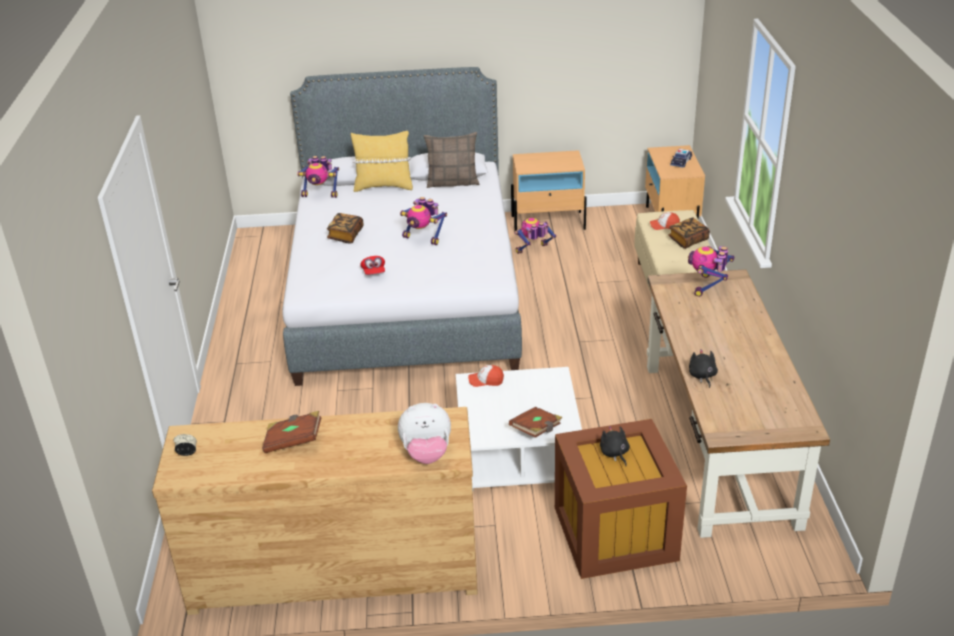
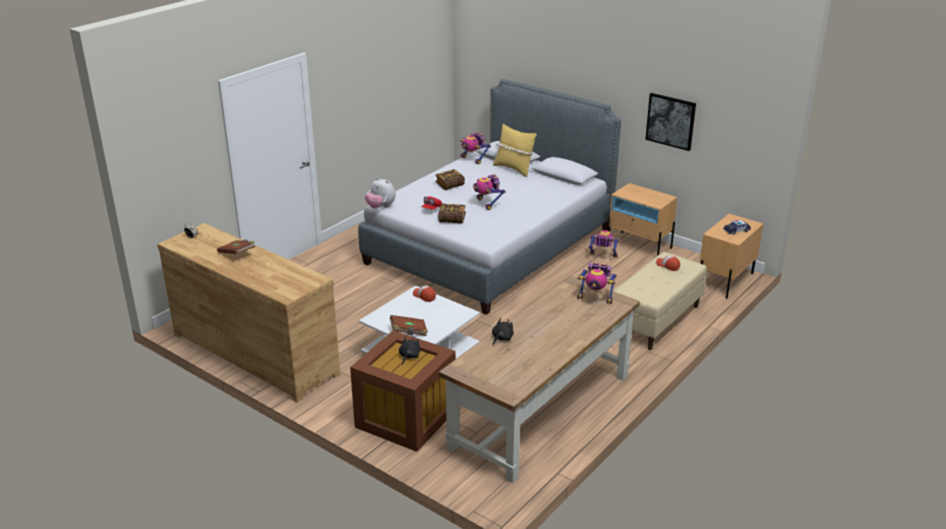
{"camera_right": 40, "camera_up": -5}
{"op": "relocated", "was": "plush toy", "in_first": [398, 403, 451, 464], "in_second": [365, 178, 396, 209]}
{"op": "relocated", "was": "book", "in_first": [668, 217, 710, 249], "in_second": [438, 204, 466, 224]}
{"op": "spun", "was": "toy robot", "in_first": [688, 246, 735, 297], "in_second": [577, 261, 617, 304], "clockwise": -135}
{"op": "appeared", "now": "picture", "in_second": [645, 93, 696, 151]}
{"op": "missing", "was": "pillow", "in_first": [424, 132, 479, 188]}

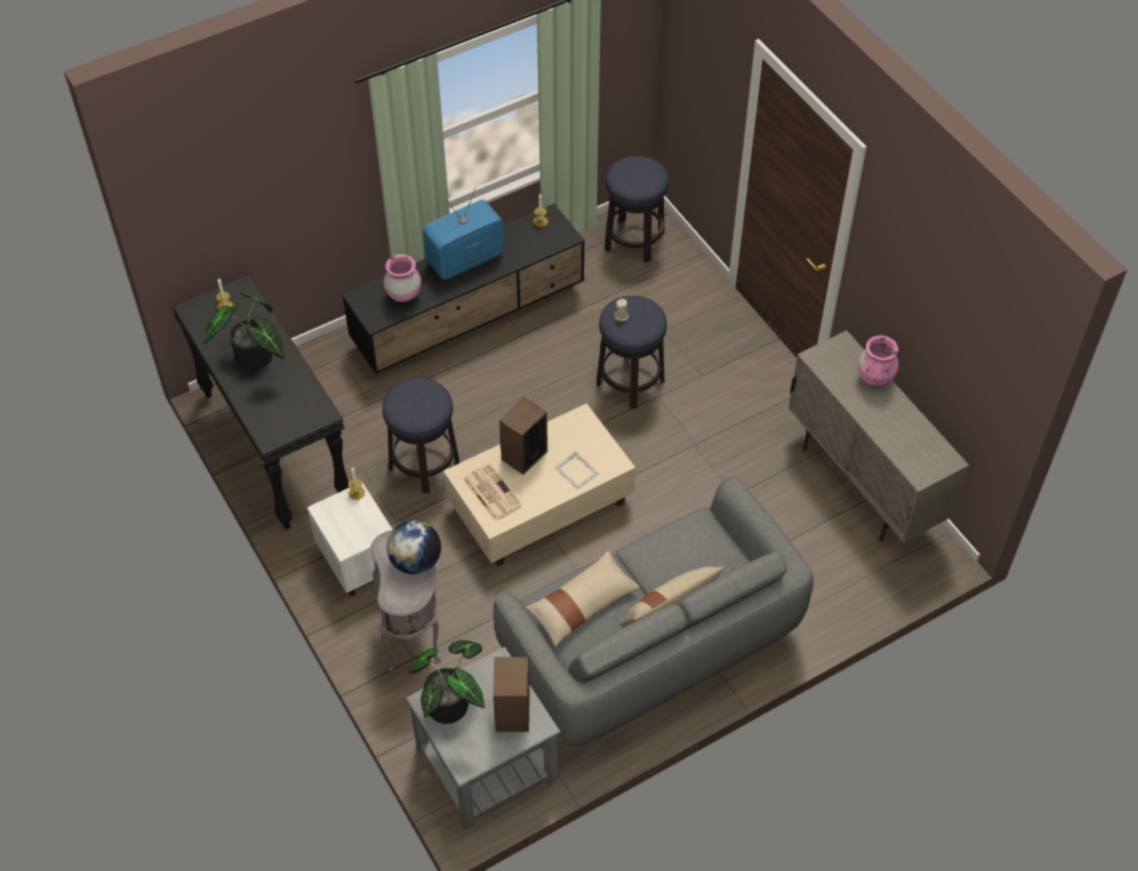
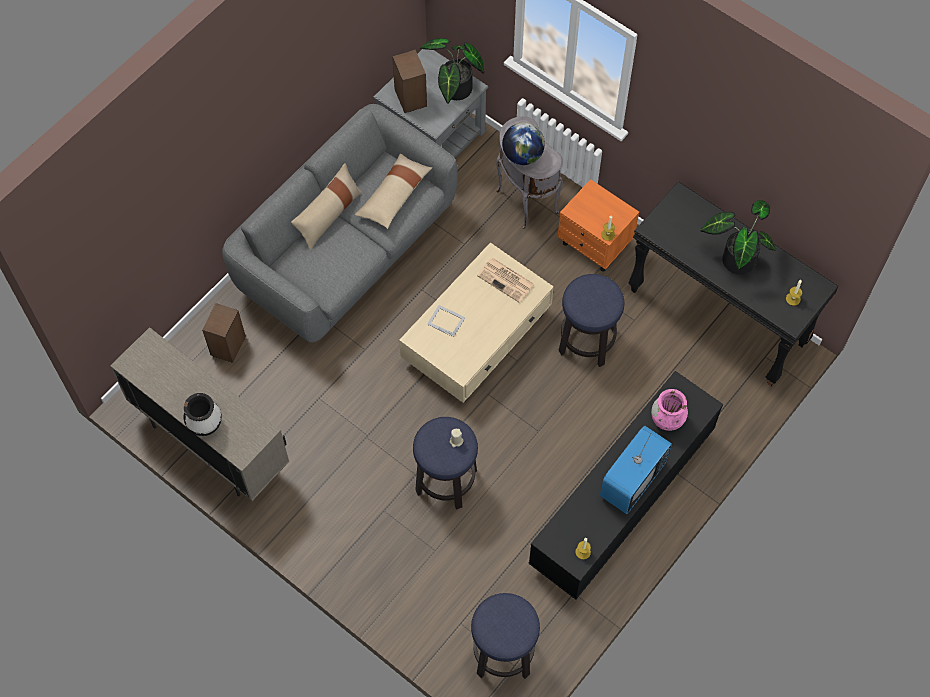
{"camera_right": 160, "camera_up": 10}
{"op": "colour", "was": "vase/pink", "now": "vase/black", "in_first": [858, 335, 899, 387], "in_second": [184, 393, 221, 436]}
{"op": "relocated", "was": "speaker", "in_first": [499, 397, 548, 475], "in_second": [202, 303, 246, 363]}
{"op": "colour", "was": "nightstand/white", "now": "nightstand/orange", "in_first": [307, 482, 393, 596], "in_second": [557, 179, 639, 272]}

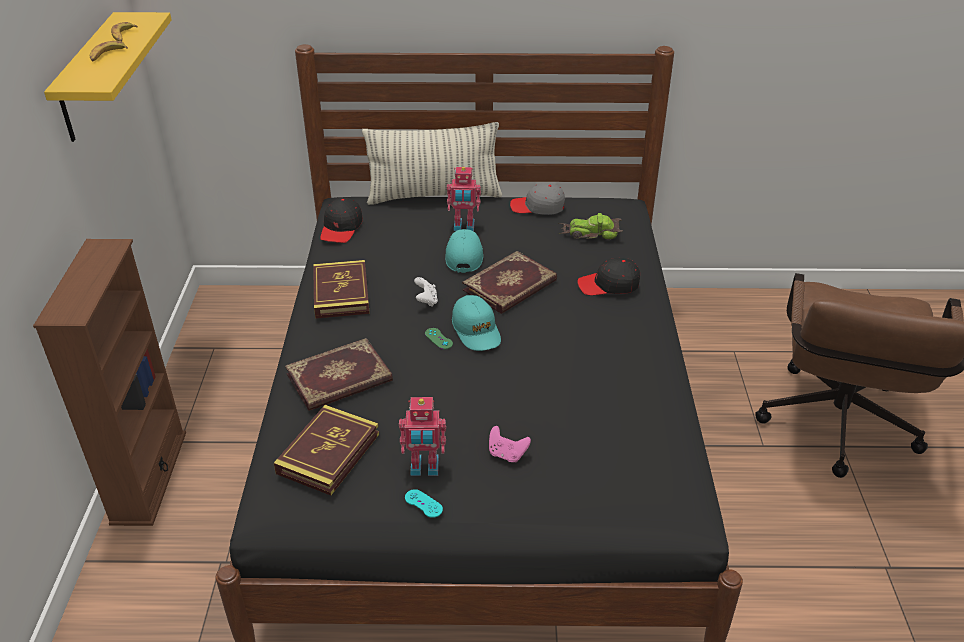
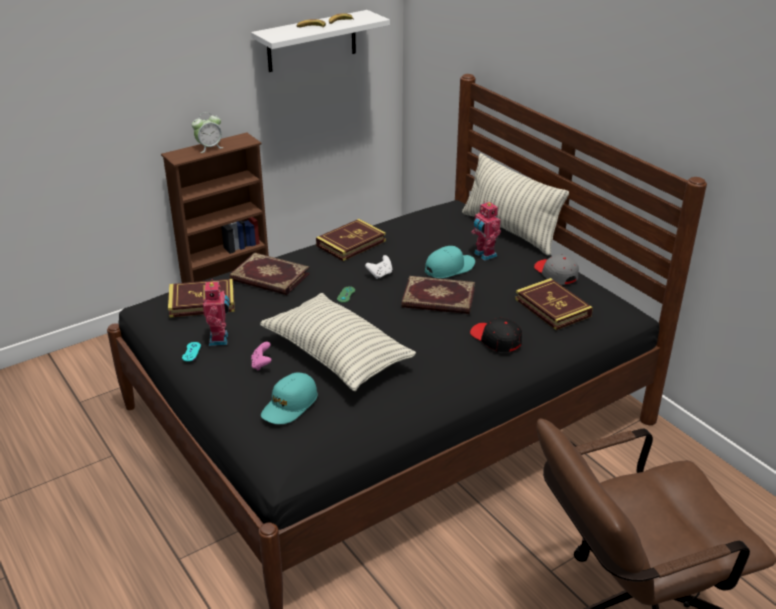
{"camera_right": 55, "camera_up": -5}
{"op": "appeared", "now": "alarm clock", "in_second": [192, 112, 224, 153]}
{"op": "spun", "was": "toy robot", "in_first": [399, 397, 446, 476], "in_second": [203, 279, 230, 346], "clockwise": -150}
{"op": "colour", "was": "shelf/yellow", "now": "shelf/white", "in_first": [44, 12, 172, 142], "in_second": [251, 10, 390, 72]}
{"op": "appeared", "now": "pillow", "in_second": [260, 293, 416, 391]}
{"op": "relocated", "was": "cap/turquoise", "in_first": [452, 295, 501, 351], "in_second": [261, 373, 317, 424]}
{"op": "exchanged", "was": "toy car", "now": "book", "in_first": [558, 213, 623, 240], "in_second": [515, 278, 593, 330]}
{"op": "missing", "was": "cap/black", "in_first": [320, 197, 363, 243]}

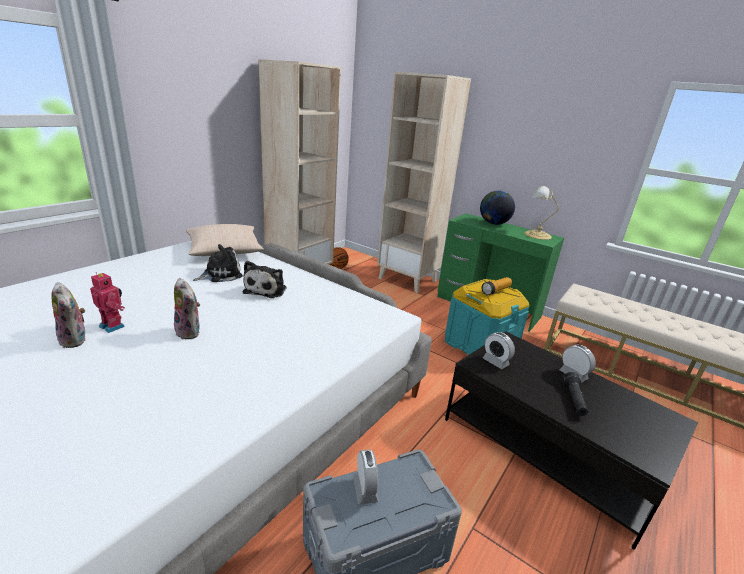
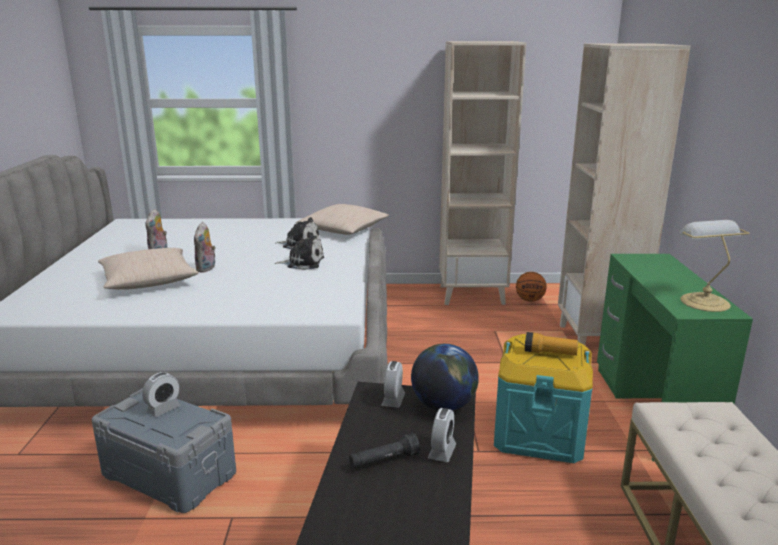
{"camera_right": 55, "camera_up": -5}
{"op": "appeared", "now": "pillow/beige", "in_second": [98, 248, 199, 290]}
{"op": "spun", "was": "plush toy", "in_first": [243, 261, 286, 298], "in_second": [275, 233, 324, 270], "clockwise": -150}
{"op": "relocated", "was": "globe", "in_first": [480, 191, 515, 225], "in_second": [411, 344, 479, 411]}
{"op": "missing", "was": "toy robot", "in_first": [90, 272, 125, 333]}

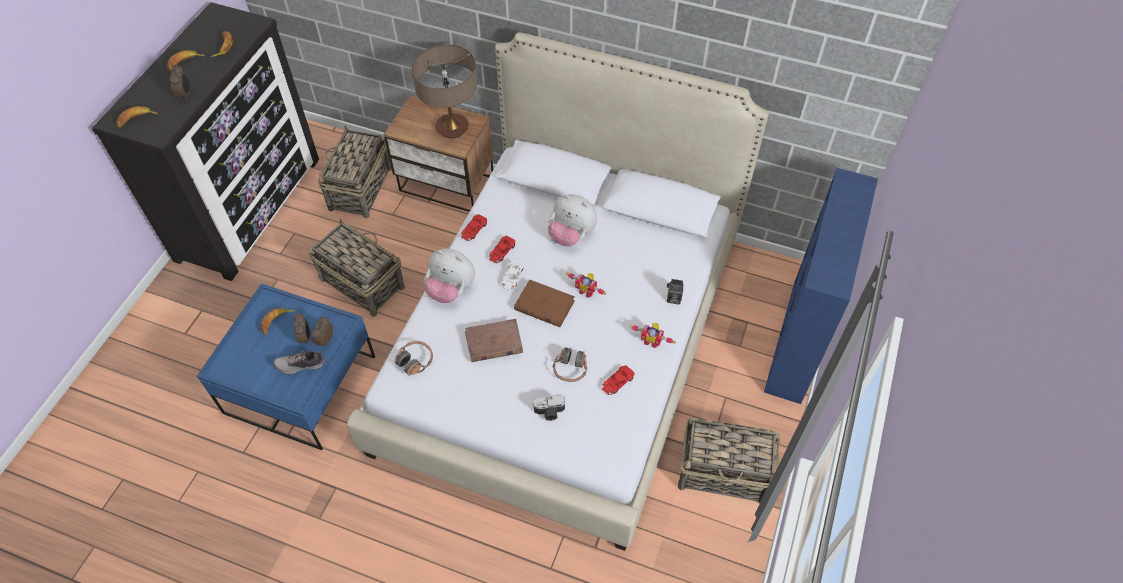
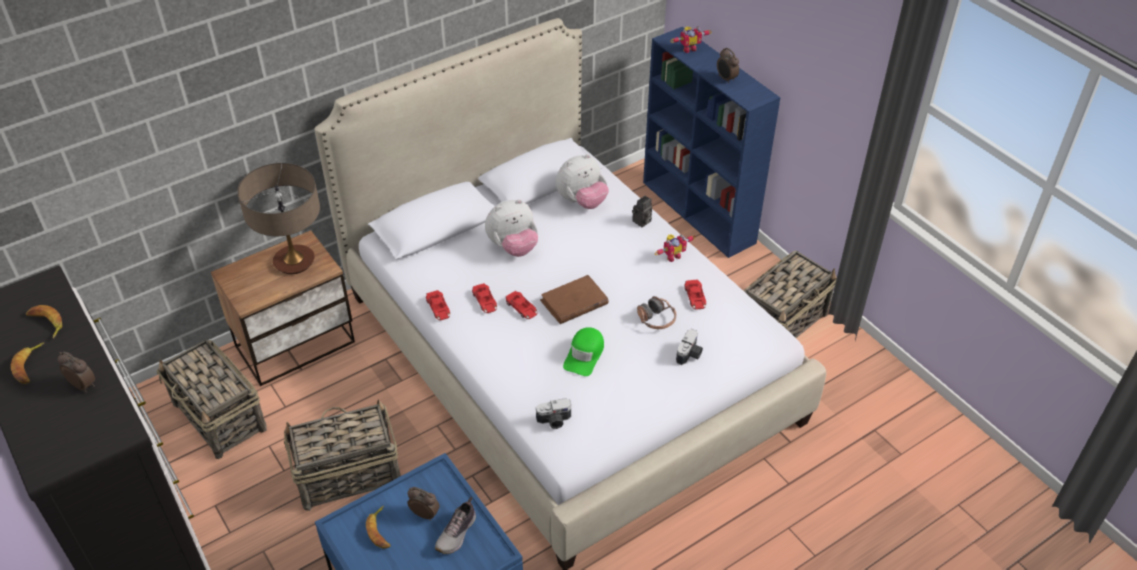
{"camera_right": -55, "camera_up": -10}
{"op": "colour", "was": "toy car/white", "now": "toy car/red", "in_first": [502, 260, 523, 290], "in_second": [506, 291, 537, 319]}
{"op": "exchanged", "was": "headphones", "now": "photo camera", "in_first": [395, 341, 433, 375], "in_second": [536, 398, 571, 429]}
{"op": "relocated", "was": "plush toy", "in_first": [424, 249, 475, 303], "in_second": [556, 154, 609, 209]}
{"op": "exchanged", "was": "book/brown", "now": "cap/green", "in_first": [465, 319, 523, 362], "in_second": [563, 327, 604, 376]}
{"op": "relocated", "was": "toy robot", "in_first": [566, 273, 606, 298], "in_second": [670, 26, 712, 53]}
{"op": "relocated", "was": "alarm clock", "in_first": [311, 317, 334, 347], "in_second": [717, 48, 739, 84]}
{"op": "missing", "was": "banana", "in_first": [116, 106, 158, 128]}

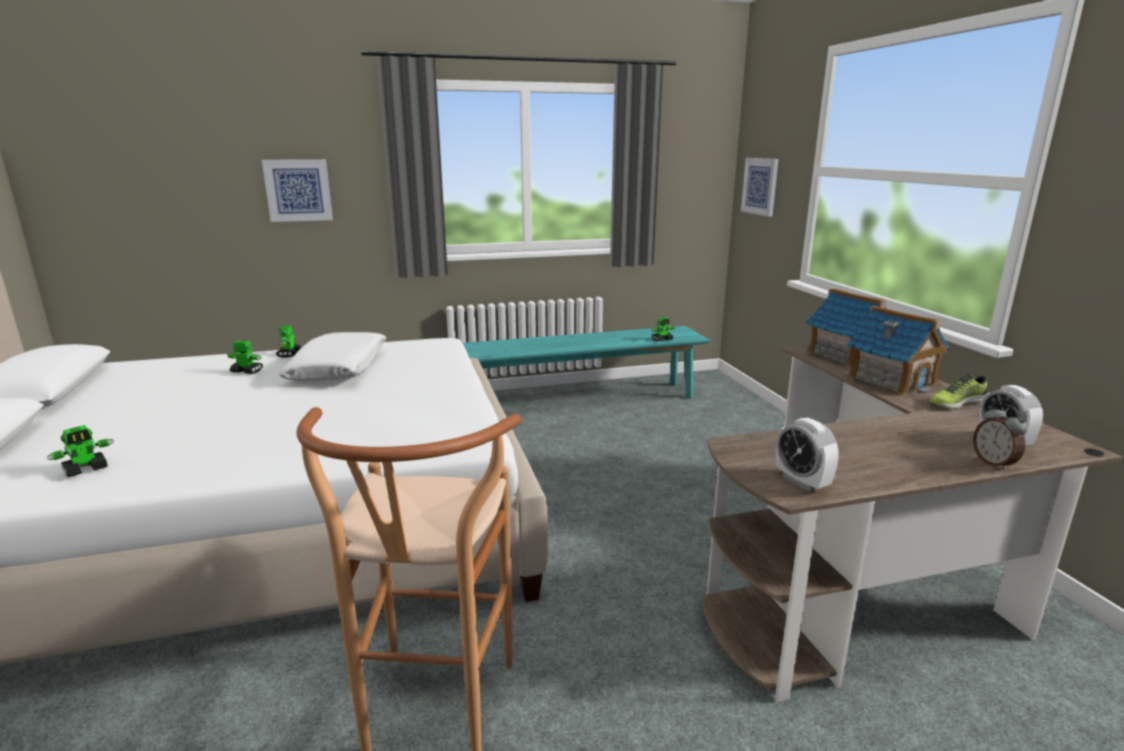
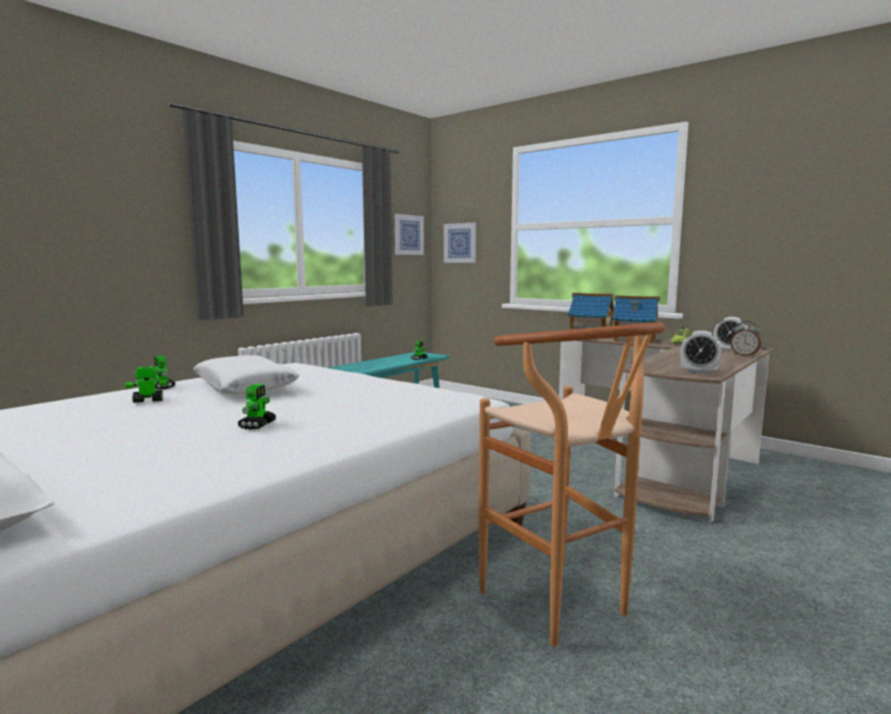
{"camera_right": -35, "camera_up": -10}
{"op": "relocated", "was": "toy robot", "in_first": [47, 425, 114, 477], "in_second": [237, 384, 276, 430]}
{"op": "relocated", "was": "picture", "in_first": [262, 159, 333, 222], "in_second": [395, 214, 424, 255]}

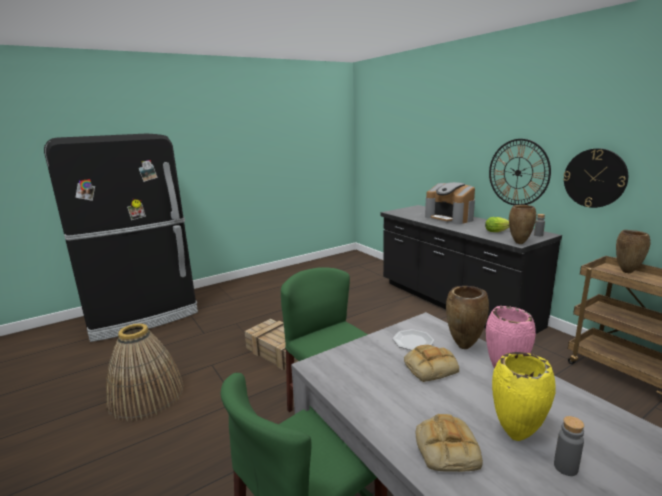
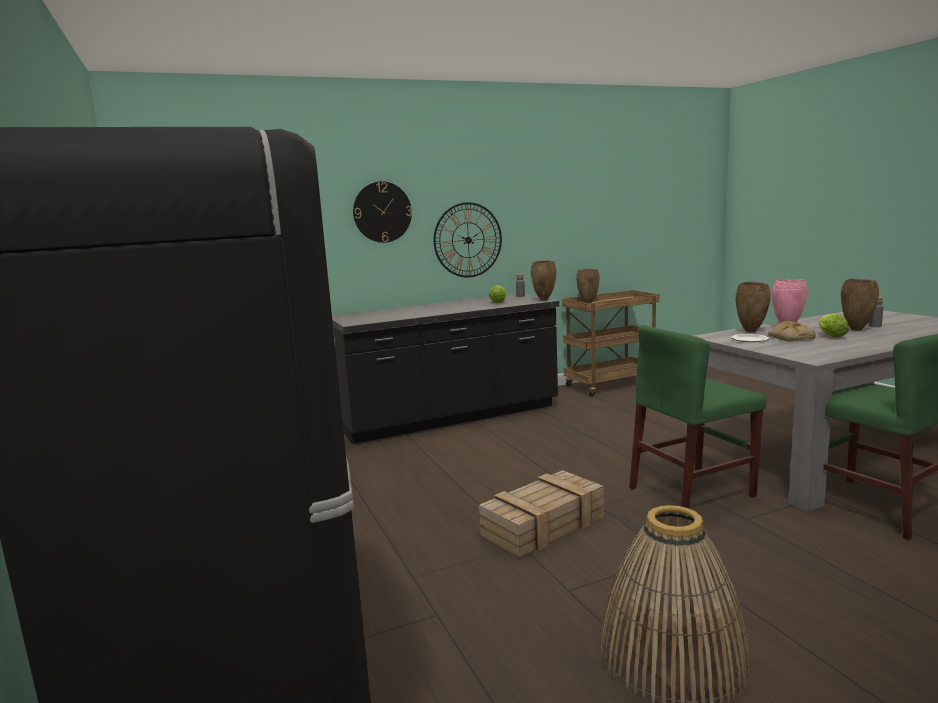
{"camera_right": -80, "camera_up": -5}
{"op": "relocated", "was": "wall clock", "in_first": [563, 148, 628, 208], "in_second": [353, 181, 412, 243]}
{"op": "appeared", "now": "lettuce", "in_second": [818, 313, 849, 338]}
{"op": "colour", "was": "vase/yellow", "now": "vase/brown", "in_first": [492, 352, 556, 441], "in_second": [841, 279, 879, 330]}
{"op": "missing", "was": "bread", "in_first": [416, 414, 483, 472]}
{"op": "missing", "was": "coffee machine", "in_first": [425, 182, 475, 224]}

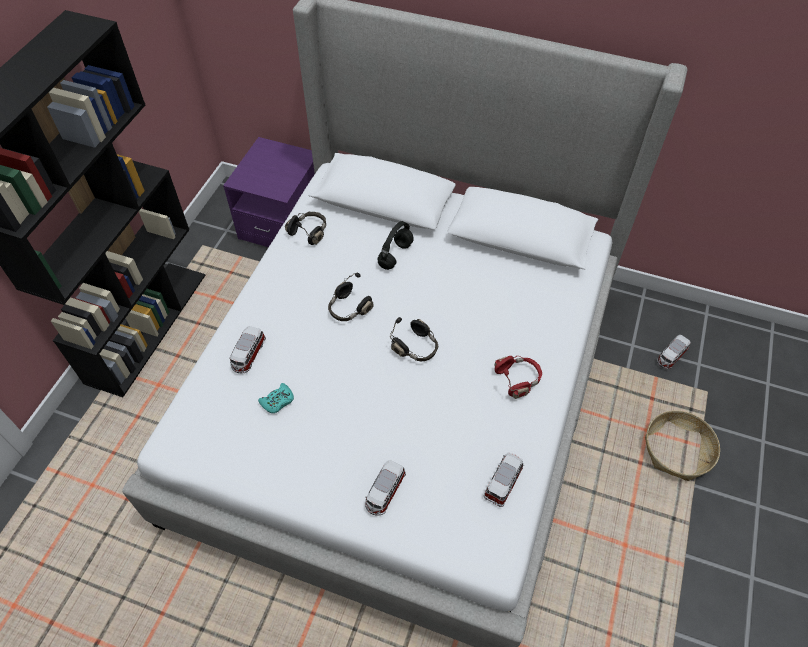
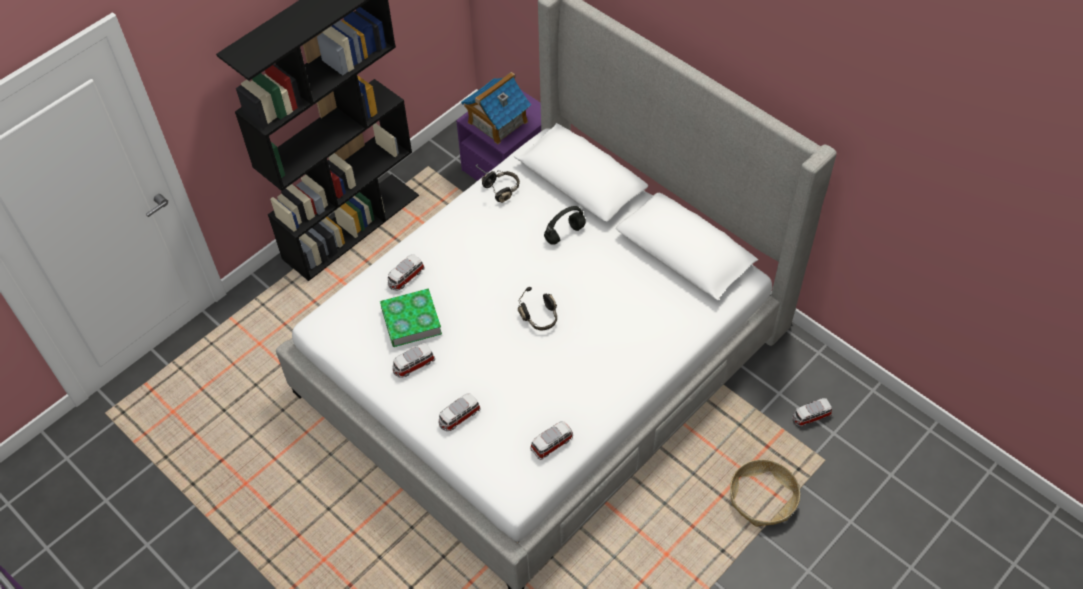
{"camera_right": 25, "camera_up": 0}
{"op": "exchanged", "was": "game controller/turquoise", "now": "book", "in_first": [258, 383, 294, 413], "in_second": [380, 288, 442, 347]}
{"op": "appeared", "now": "toy car", "in_second": [393, 343, 435, 378]}
{"op": "appeared", "now": "toy house", "in_second": [461, 72, 531, 144]}
{"op": "missing", "was": "headphones/black", "in_first": [328, 273, 374, 321]}
{"op": "missing", "was": "headphones/red", "in_first": [494, 356, 542, 399]}

